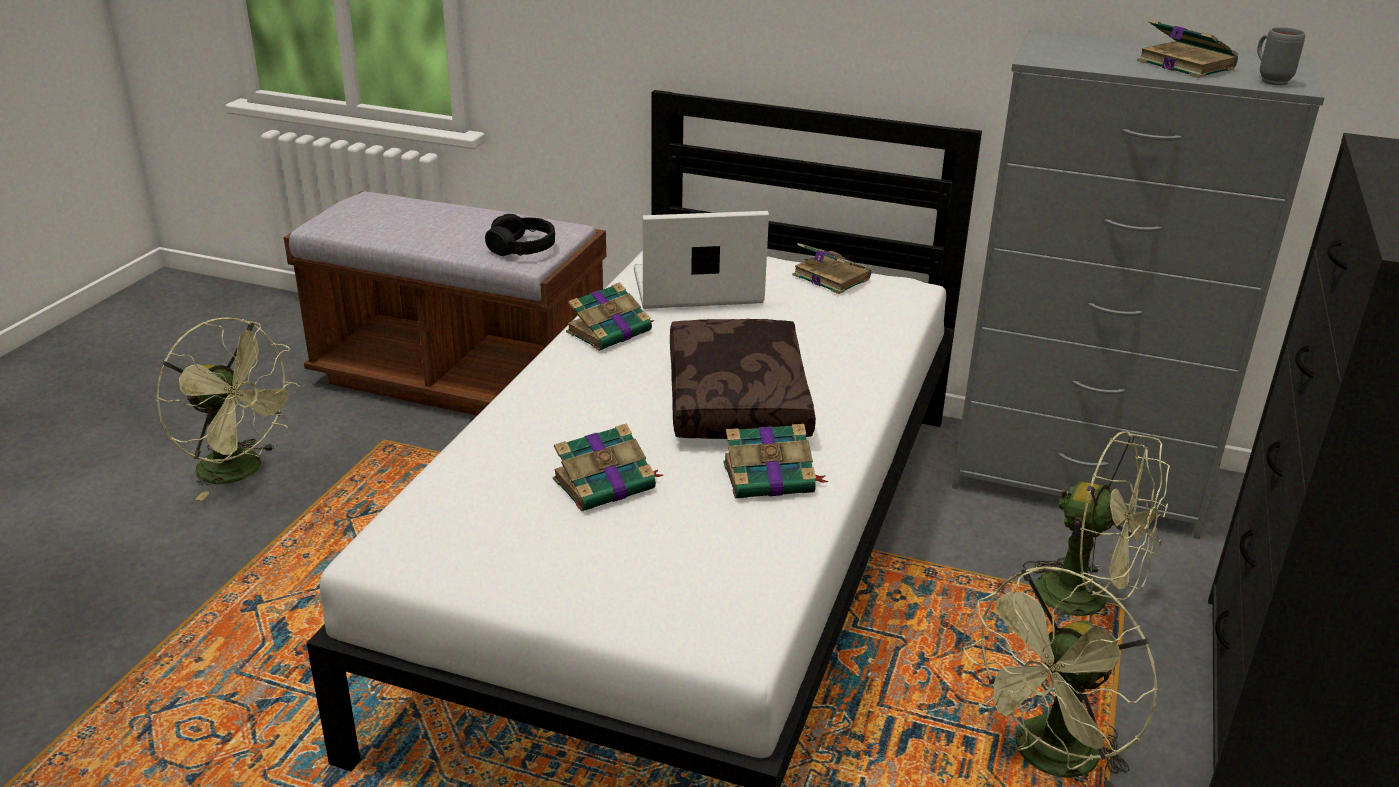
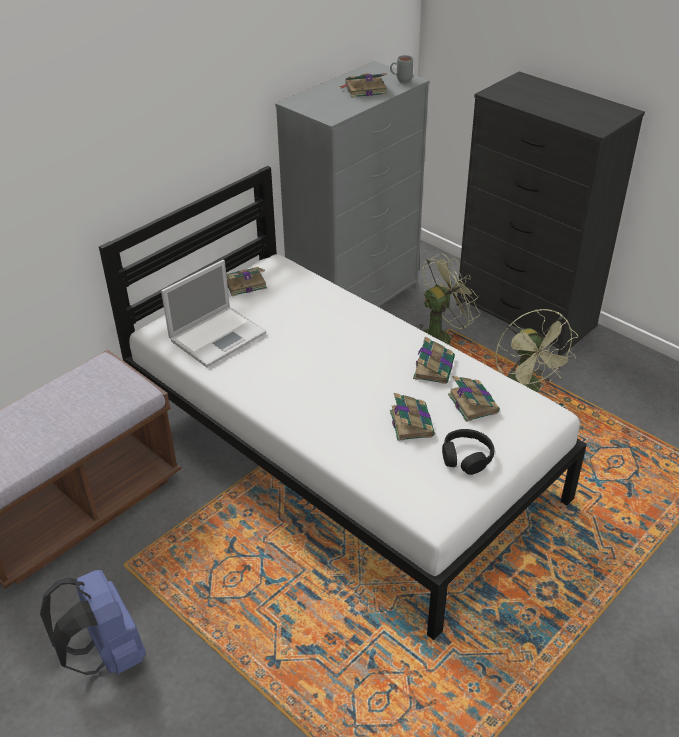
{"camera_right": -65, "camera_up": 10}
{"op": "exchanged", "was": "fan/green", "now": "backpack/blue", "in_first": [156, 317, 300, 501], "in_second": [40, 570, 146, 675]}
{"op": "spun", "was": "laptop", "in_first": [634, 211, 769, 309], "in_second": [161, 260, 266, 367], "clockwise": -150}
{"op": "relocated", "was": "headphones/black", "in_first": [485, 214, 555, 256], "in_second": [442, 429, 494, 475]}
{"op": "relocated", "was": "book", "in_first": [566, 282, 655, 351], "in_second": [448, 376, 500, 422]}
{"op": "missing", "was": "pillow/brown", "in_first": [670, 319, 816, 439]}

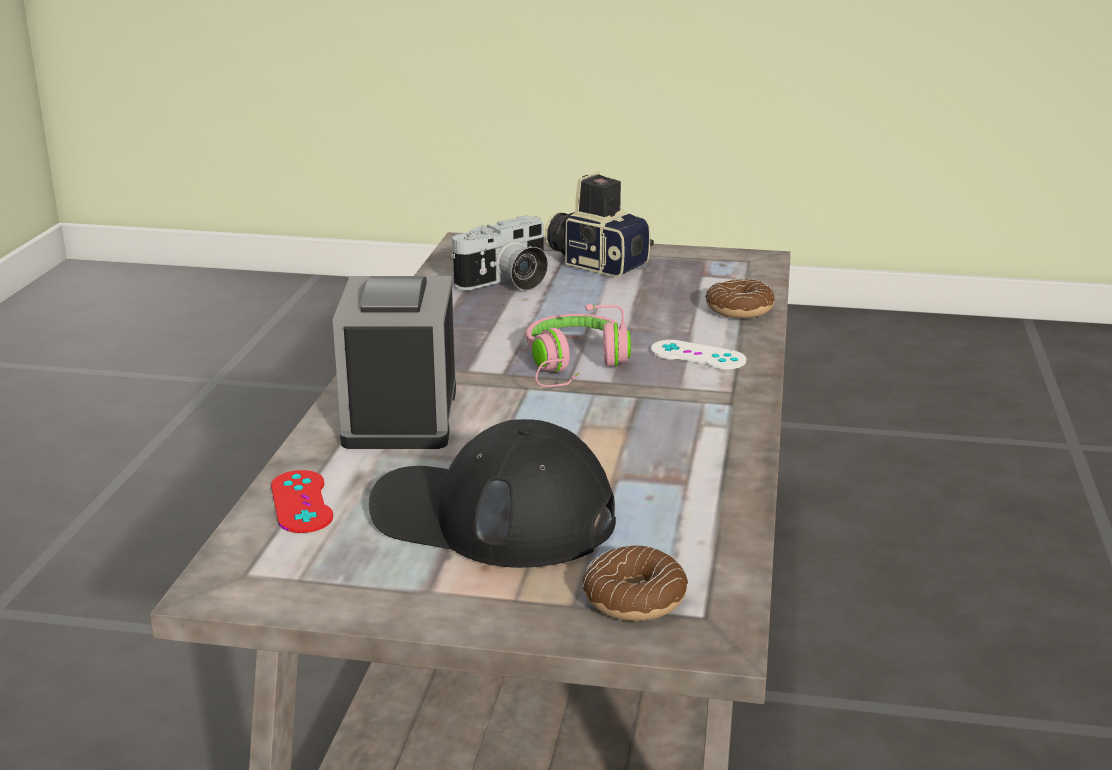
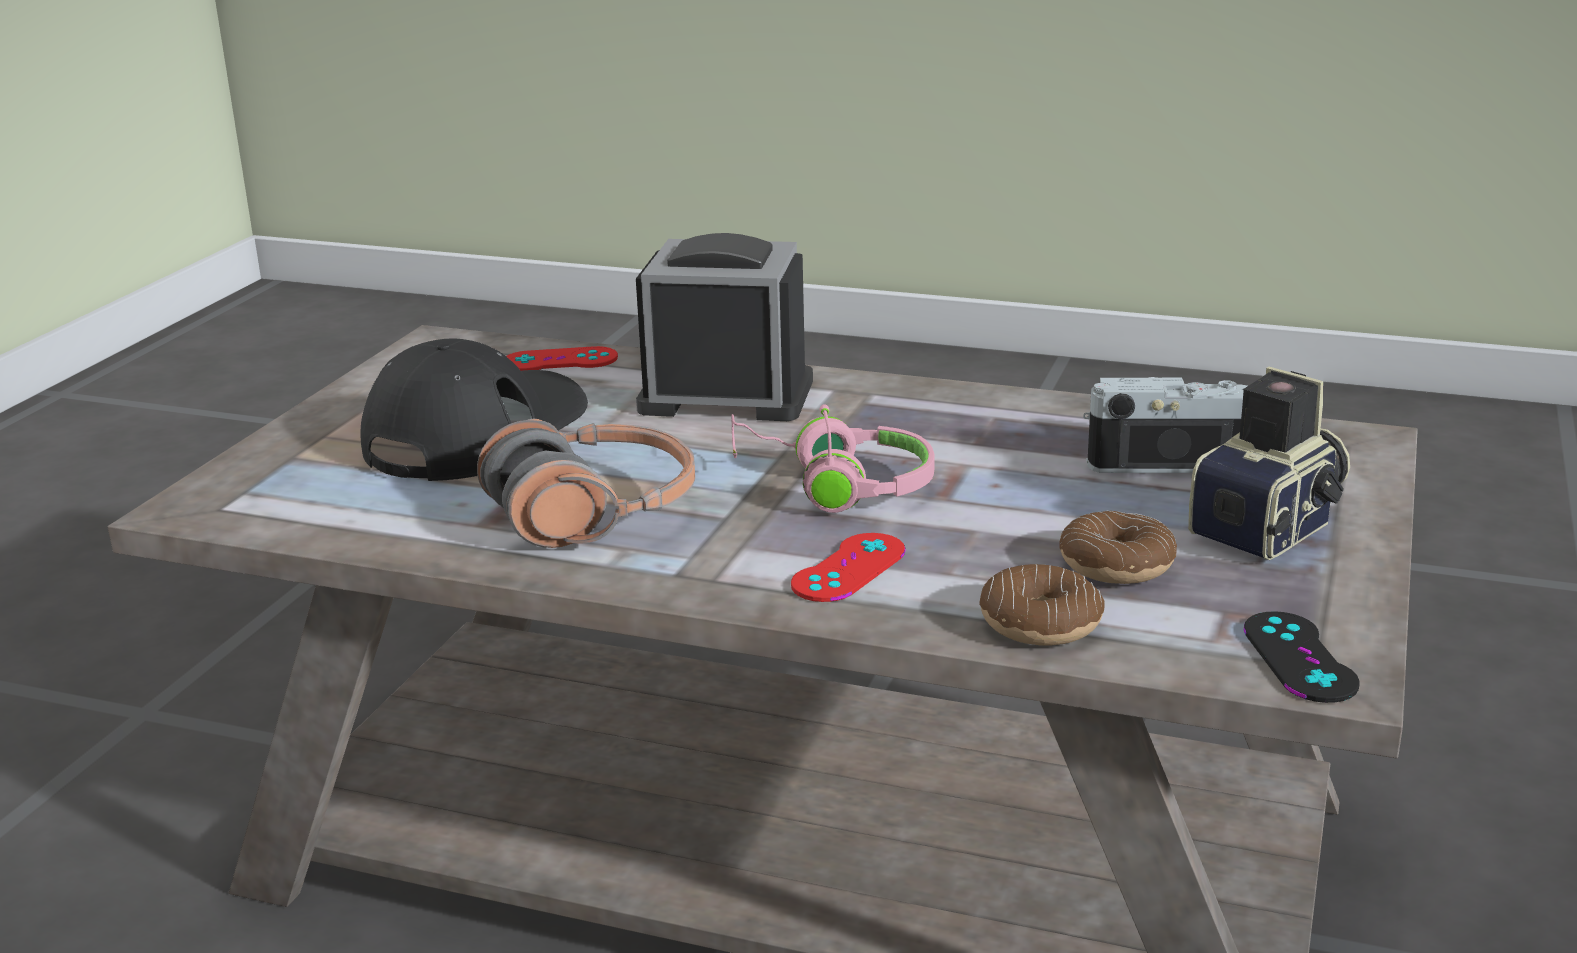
{"camera_right": 100, "camera_up": 0}
{"op": "appeared", "now": "headphones", "in_second": [477, 419, 695, 548]}
{"op": "colour", "was": "game controller/white", "now": "game controller/red", "in_first": [651, 340, 746, 369], "in_second": [791, 533, 905, 602]}
{"op": "relocated", "was": "donut", "in_first": [583, 545, 688, 621], "in_second": [1059, 511, 1177, 584]}
{"op": "spun", "was": "photo camera", "in_first": [451, 215, 548, 290], "in_second": [1083, 377, 1247, 473], "clockwise": 120}
{"op": "appeared", "now": "game controller/black", "in_second": [1244, 611, 1359, 703]}

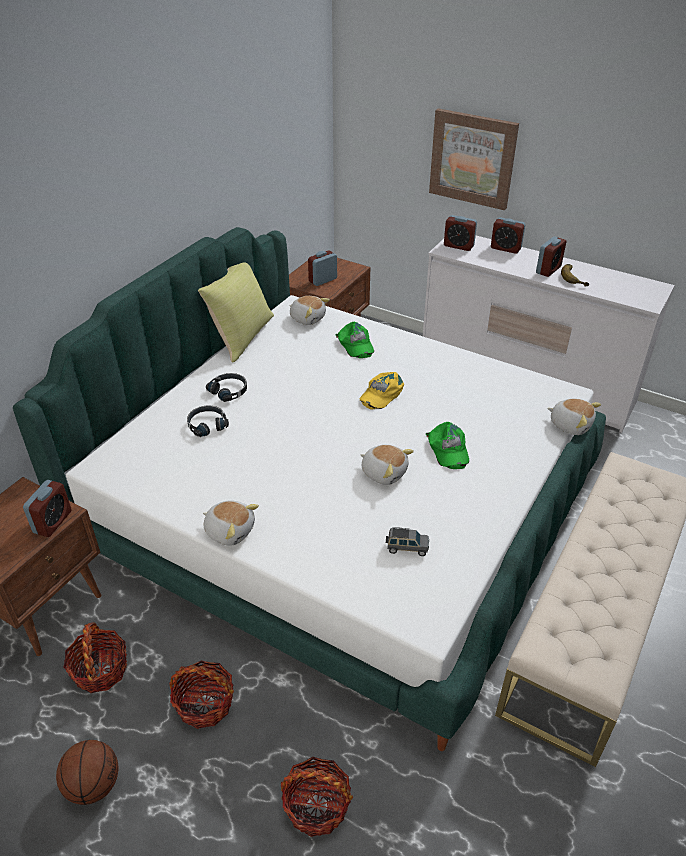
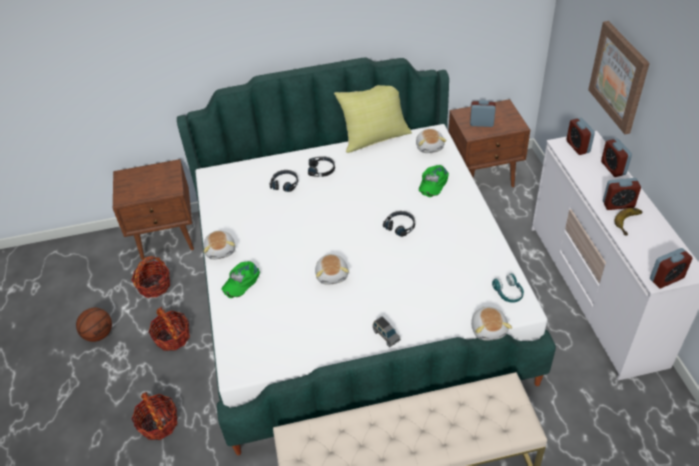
{"camera_right": 50, "camera_up": 5}
{"op": "relocated", "was": "cap/green", "in_first": [426, 422, 469, 469], "in_second": [222, 261, 260, 298]}
{"op": "relocated", "was": "toy car/grey", "in_first": [386, 527, 429, 556], "in_second": [373, 316, 401, 347]}
{"op": "exchanged", "was": "cap/yellow", "now": "headphones/black", "in_first": [360, 372, 404, 410], "in_second": [383, 211, 415, 237]}
{"op": "appeared", "now": "headphones/turquoise", "in_second": [492, 274, 524, 303]}
{"op": "relocated", "was": "alarm clock", "in_first": [23, 480, 71, 537], "in_second": [650, 248, 693, 288]}

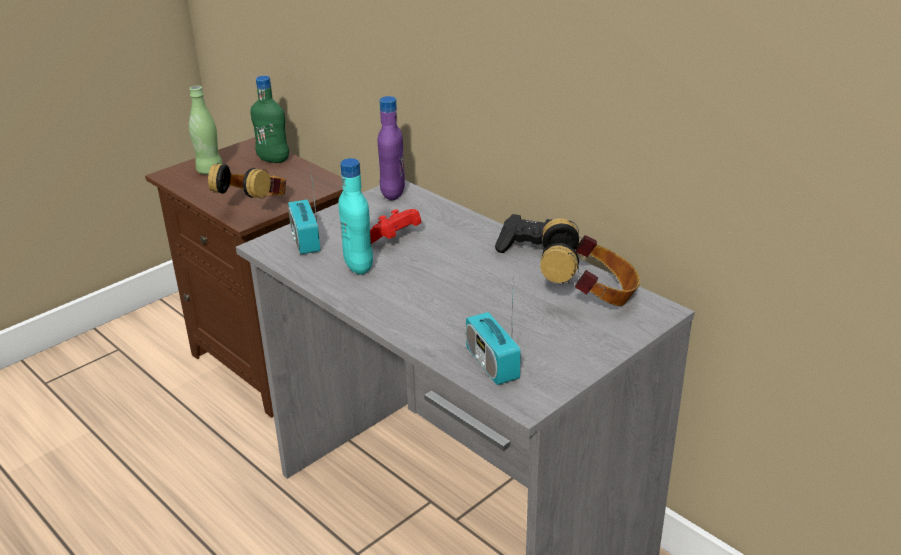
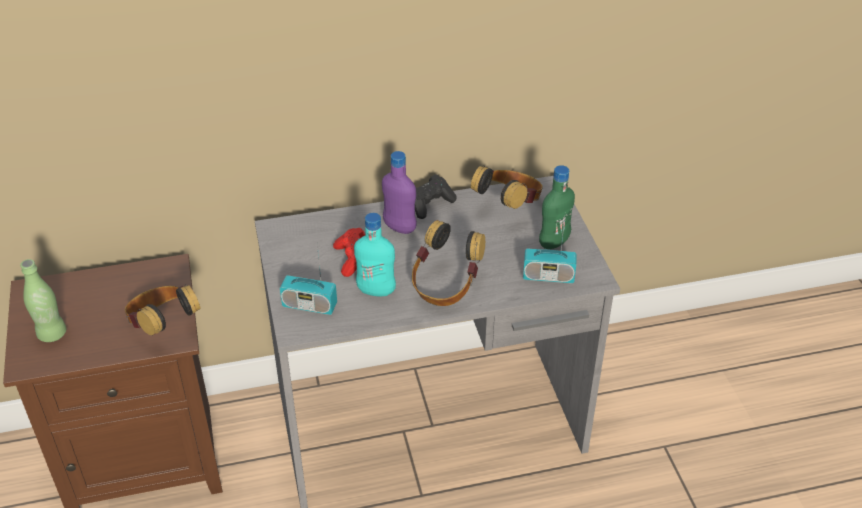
{"camera_right": -60, "camera_up": 10}
{"op": "relocated", "was": "bottle/purple", "in_first": [378, 96, 405, 200], "in_second": [382, 151, 417, 234]}
{"op": "appeared", "now": "headphones", "in_second": [412, 220, 485, 306]}
{"op": "relocated", "was": "bottle/green", "in_first": [250, 76, 289, 163], "in_second": [539, 165, 575, 249]}

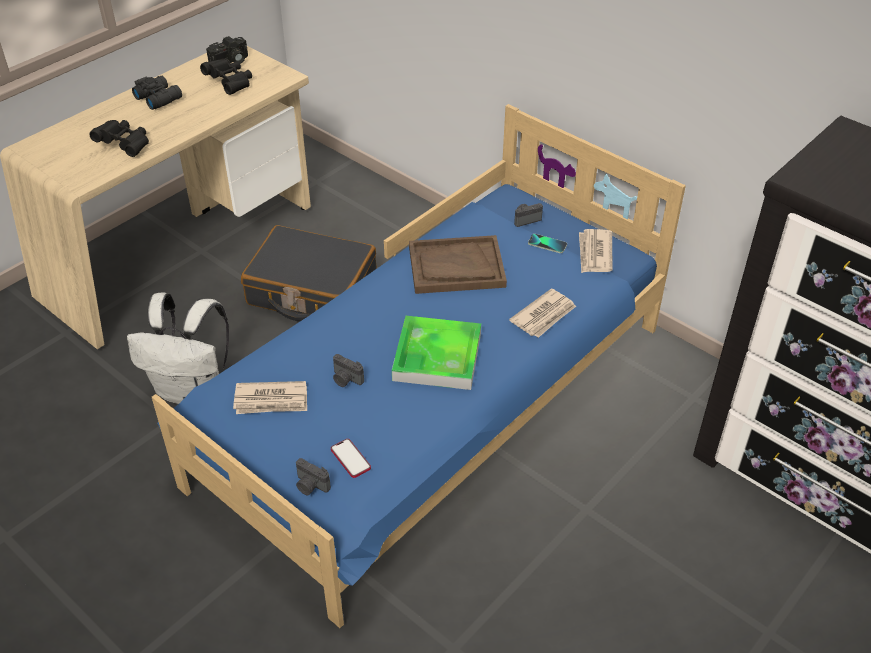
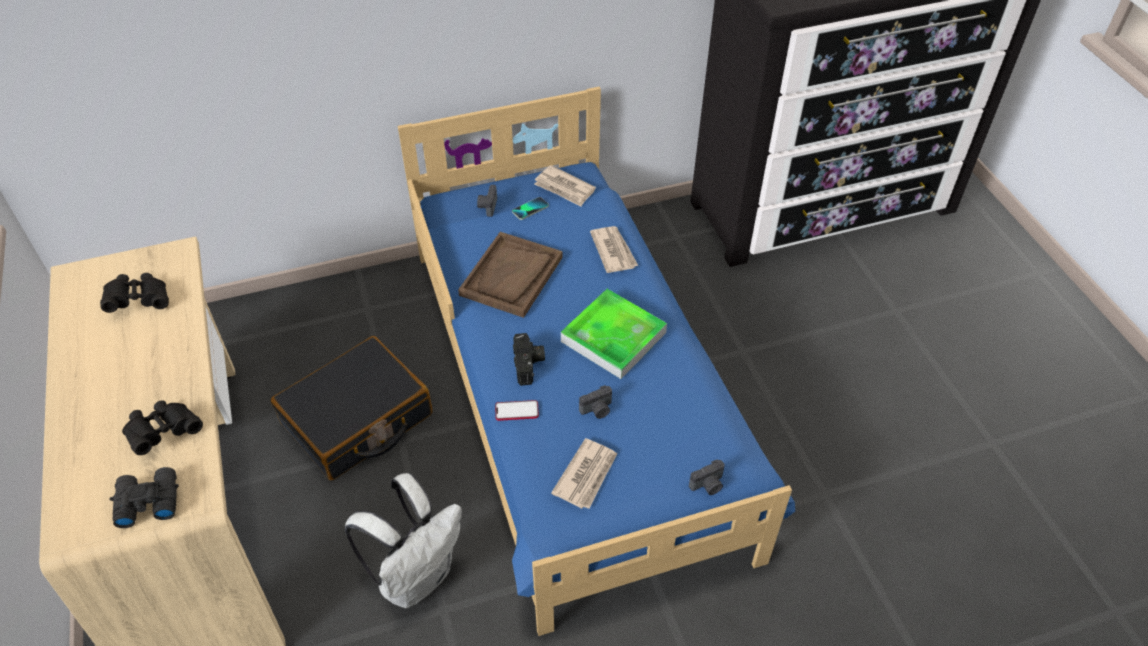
{"camera_right": -60, "camera_up": 5}
{"op": "relocated", "was": "binoculars/black", "in_first": [132, 76, 182, 110], "in_second": [109, 467, 179, 528]}
{"op": "relocated", "was": "phone", "in_first": [331, 439, 371, 478], "in_second": [495, 400, 539, 421]}
{"op": "relocated", "was": "photo camera", "in_first": [206, 36, 248, 64], "in_second": [513, 333, 545, 386]}

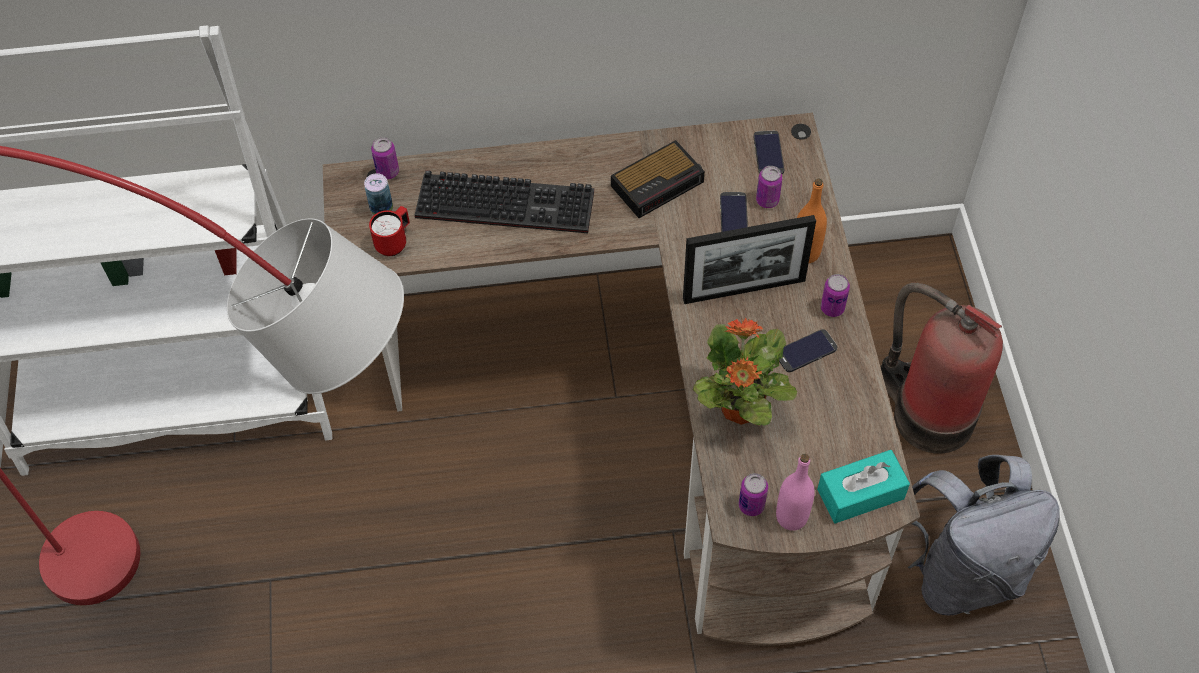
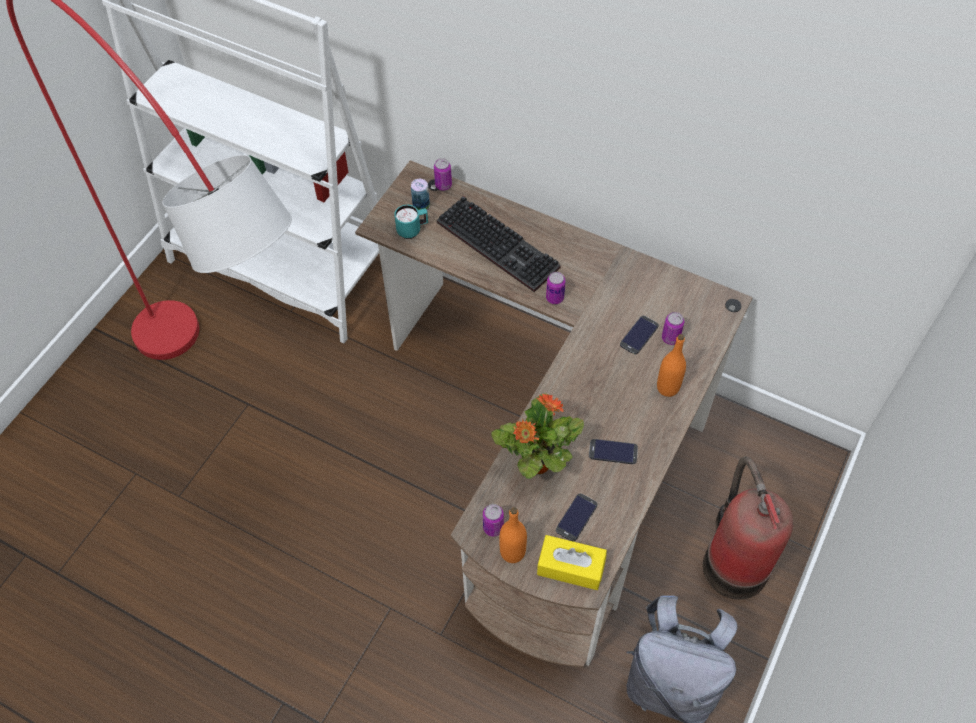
{"camera_right": 35, "camera_up": 0}
{"op": "colour", "was": "mug/red", "now": "mug/turquoise", "in_first": [369, 206, 410, 256], "in_second": [394, 205, 428, 239]}
{"op": "colour", "was": "bottle/pink", "now": "bottle/orange", "in_first": [776, 454, 815, 531], "in_second": [499, 507, 527, 563]}
{"op": "colour", "was": "tissue box/turquoise", "now": "tissue box/yellow", "in_first": [817, 450, 910, 524], "in_second": [537, 535, 607, 590]}
{"op": "relocated", "was": "can", "in_first": [821, 274, 850, 317], "in_second": [546, 272, 566, 304]}
{"op": "relocated", "was": "phone", "in_first": [754, 131, 784, 174], "in_second": [556, 493, 597, 541]}
{"op": "missing", "was": "alarm clock", "in_first": [611, 140, 705, 218]}
{"op": "missing", "was": "picture frame", "in_first": [683, 215, 816, 304]}

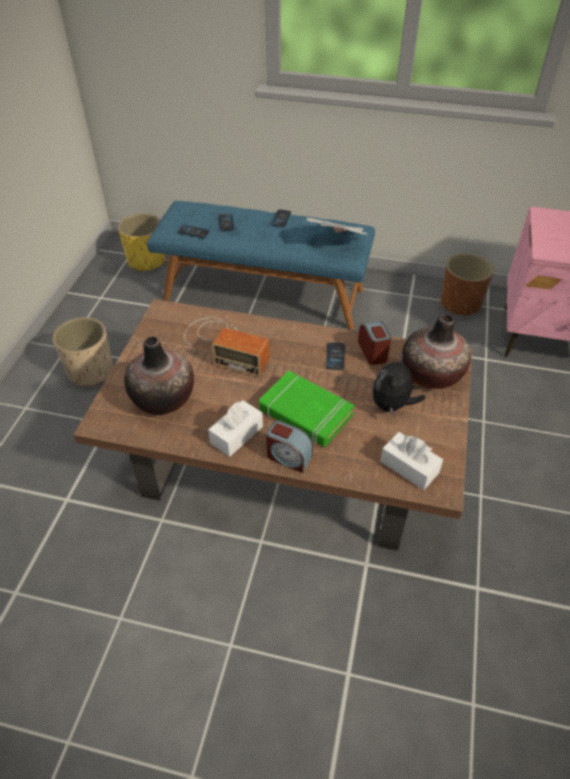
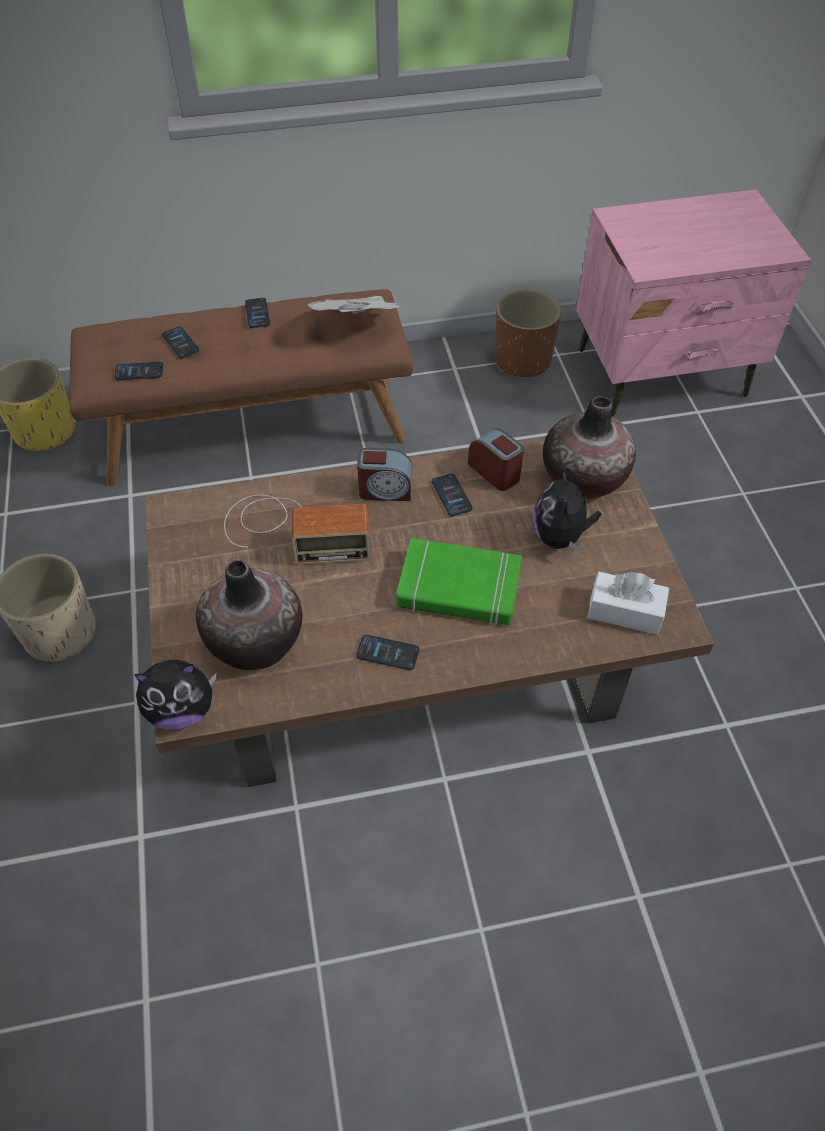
{"camera_right": -25, "camera_up": 5}
{"op": "colour", "was": "bench/blue", "now": "bench/brown", "in_first": [147, 201, 375, 330], "in_second": [69, 289, 414, 486]}
{"op": "appeared", "now": "plush toy", "in_second": [134, 660, 217, 730]}
{"op": "exchanged", "was": "tissue box/white", "now": "phone", "in_first": [208, 400, 263, 457], "in_second": [356, 635, 419, 670]}
{"op": "relocated", "was": "alarm clock", "in_first": [266, 420, 313, 473], "in_second": [357, 448, 412, 501]}

